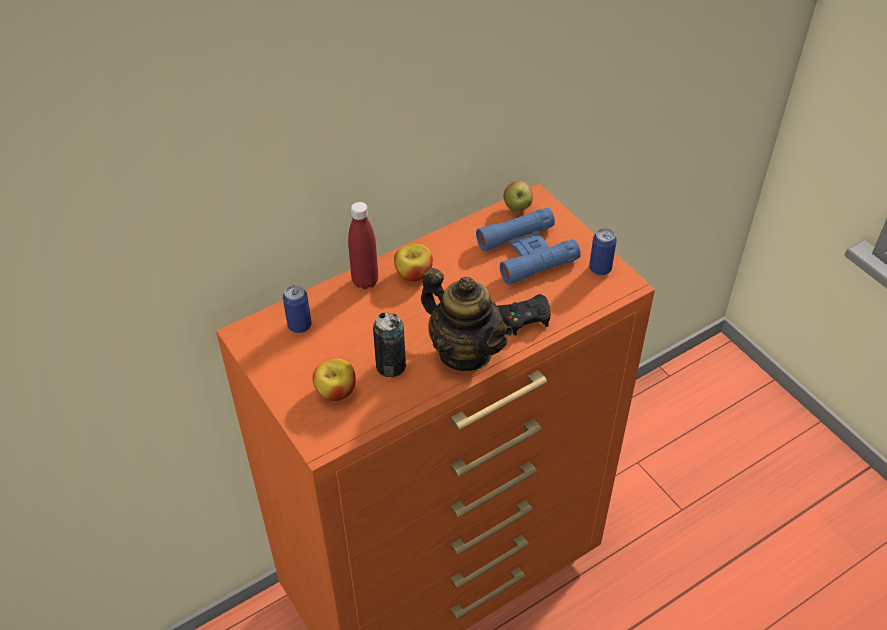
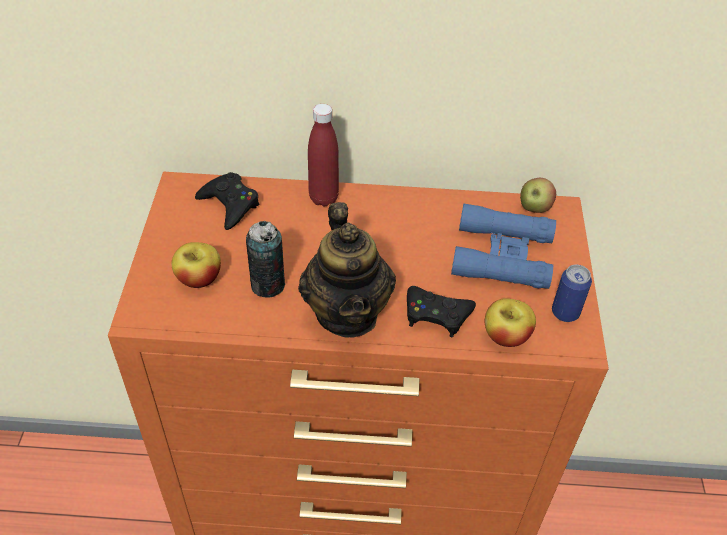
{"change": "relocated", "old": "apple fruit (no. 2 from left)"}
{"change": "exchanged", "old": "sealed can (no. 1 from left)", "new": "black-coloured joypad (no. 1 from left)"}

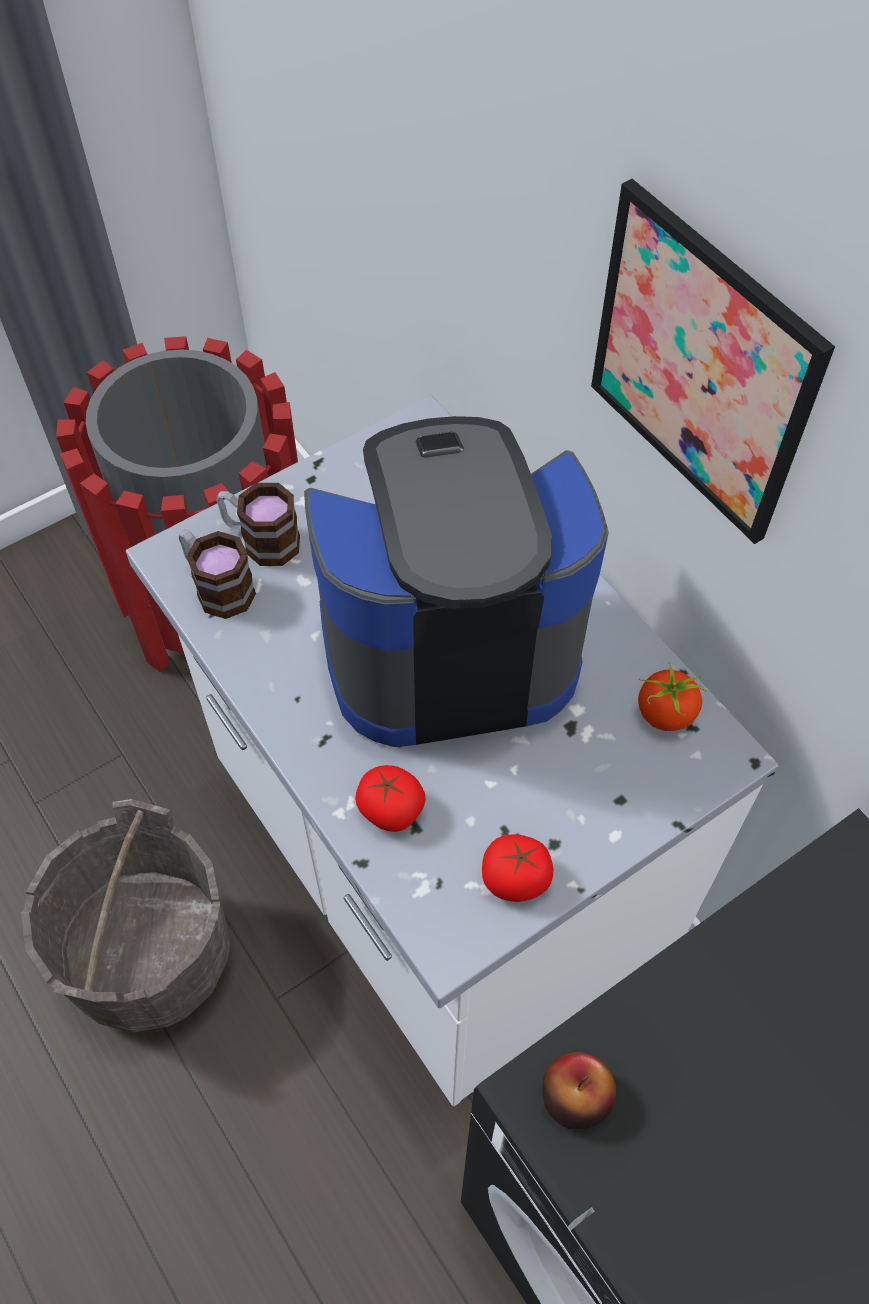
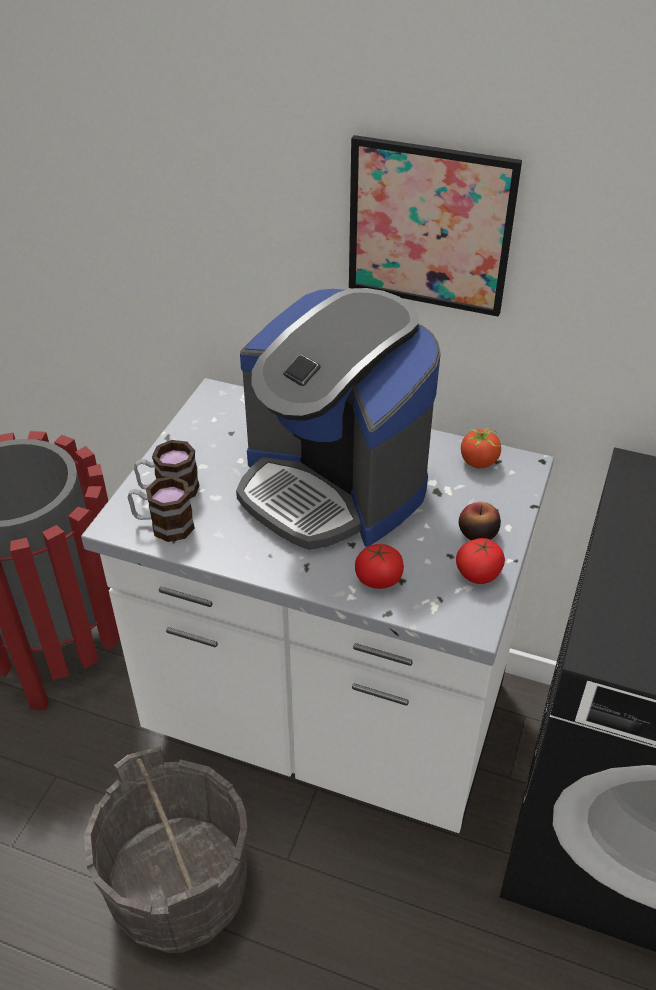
{"change": "spun", "old": "coffee machine", "degrees": -90}
{"change": "relocated", "old": "apple fruit"}

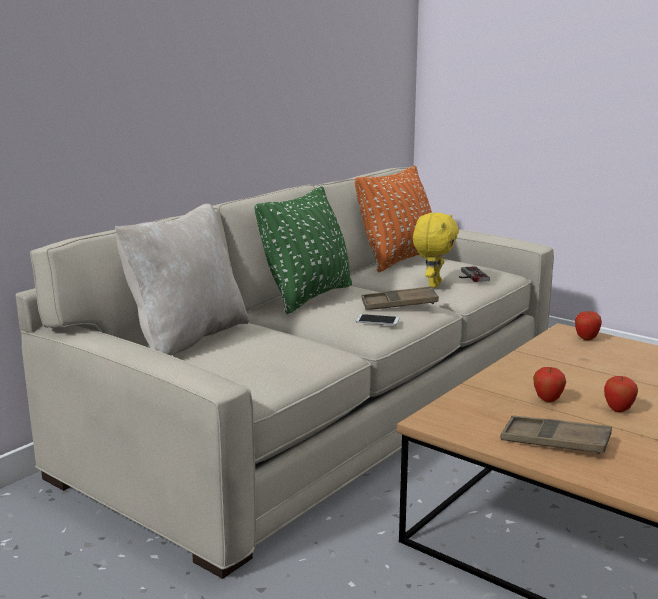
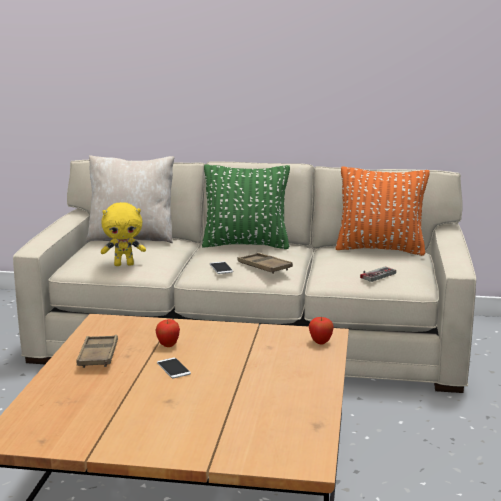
{"change": "relocated", "old": "yellowish plush toy"}
{"change": "exchanged", "old": "apple fruit (no. 3 from left)", "new": "telephone (no. 1 from left)"}

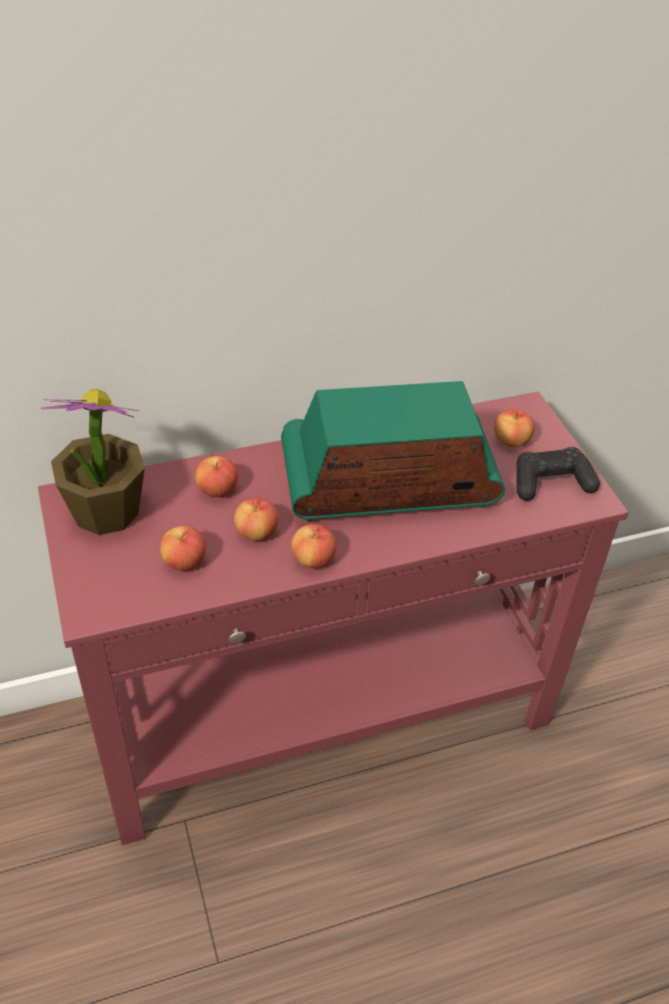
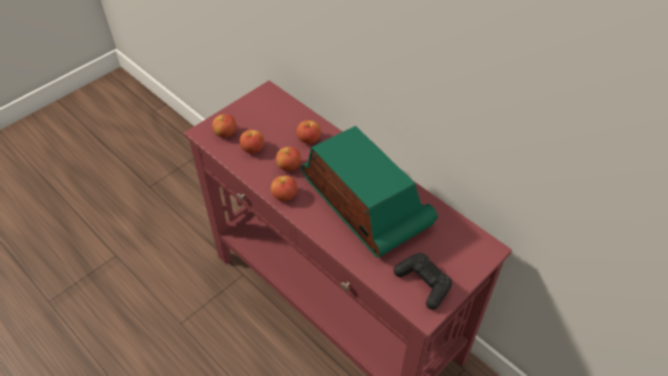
{"change": "missing", "old": "plant in a pot"}
{"change": "relocated", "old": "apple fruit (no. 5 from left in the first image)", "new": "apple fruit (no. 1 from left)"}

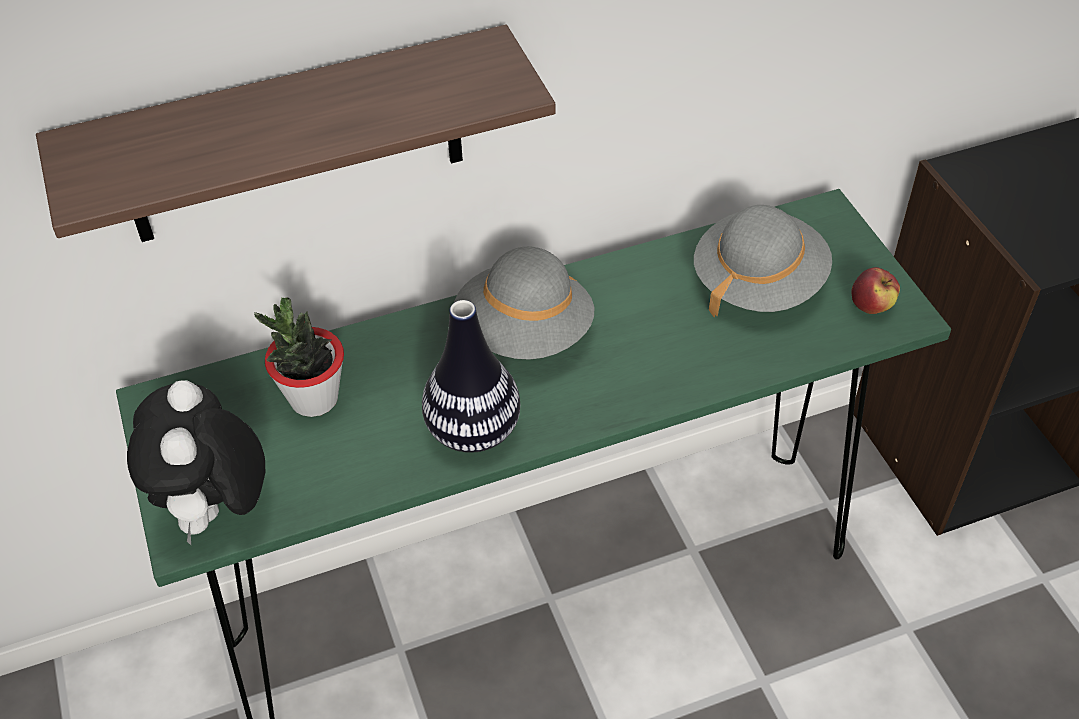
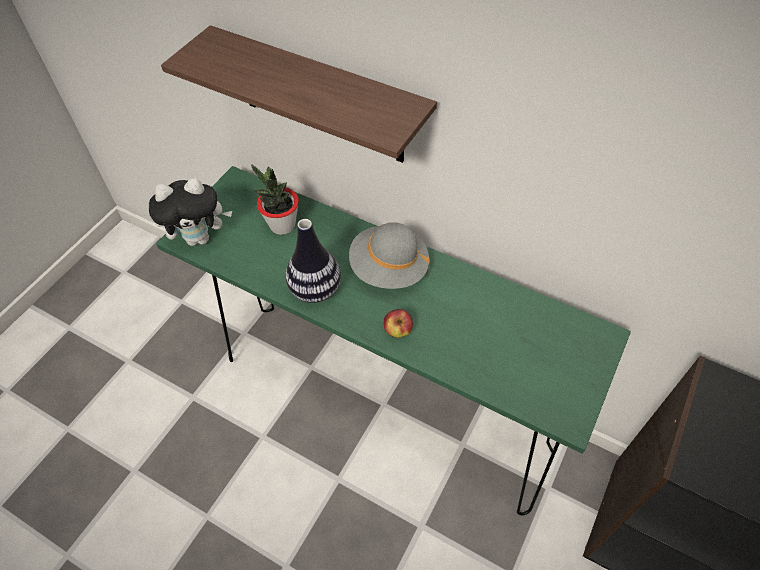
{"change": "missing", "old": "greyish clothing hat (no. 2 from left)"}
{"change": "relocated", "old": "apple fruit"}
{"change": "spun", "old": "plush toy", "degrees": -150}

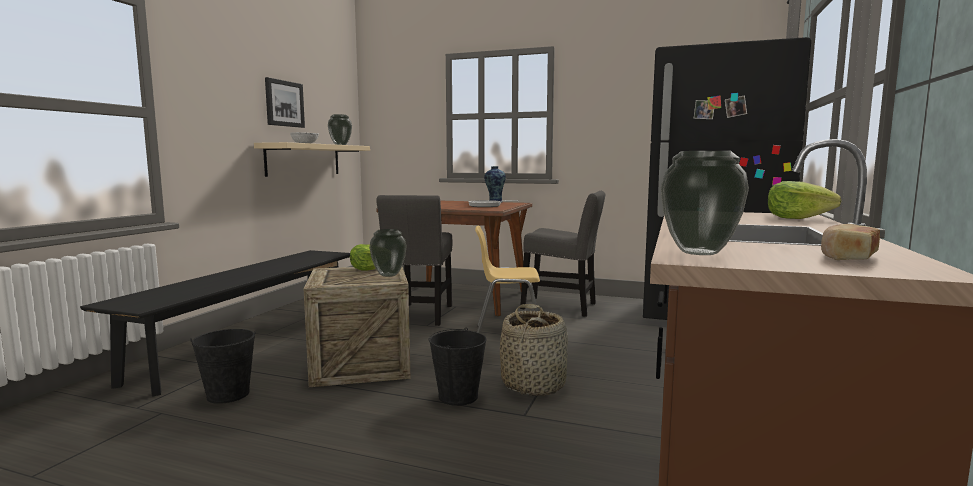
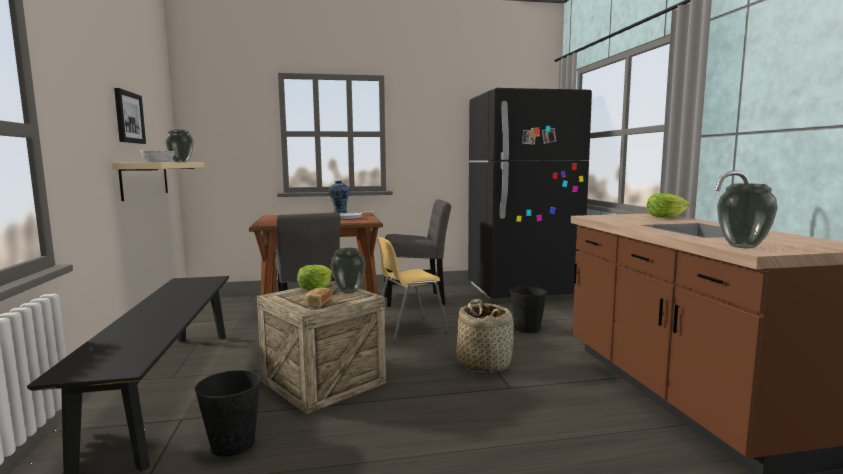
{"change": "relocated", "old": "bakery bread"}
{"change": "relocated", "old": "black-coloured bucket (no. 2 from left)"}

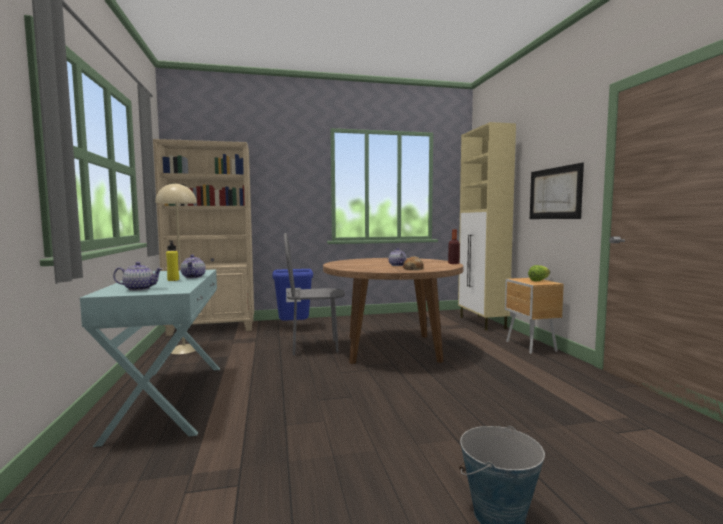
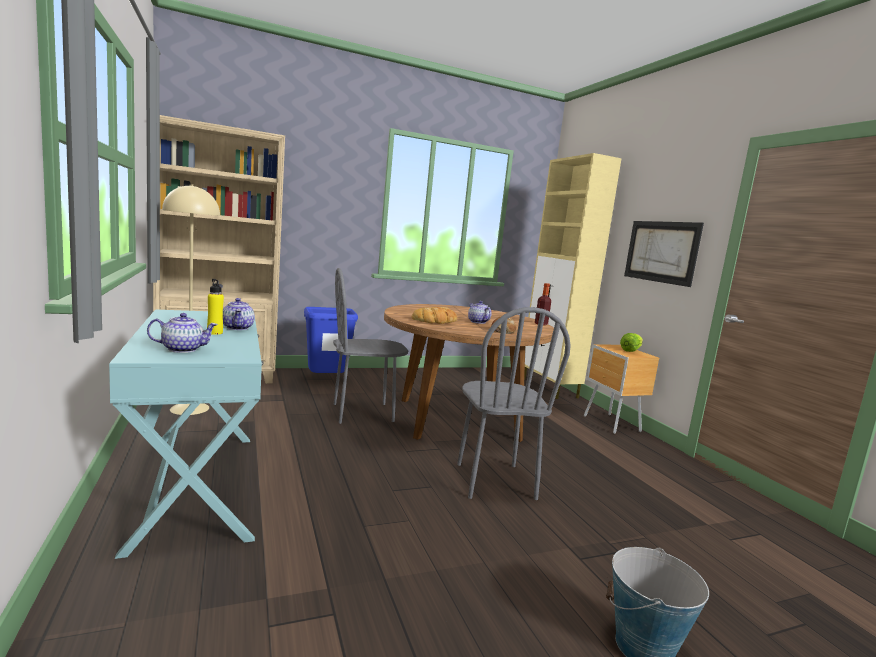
{"change": "appeared", "new": "bakery bread (no. 1 from left)"}
{"change": "appeared", "new": "greyish upright chair (no. 2 from left)"}

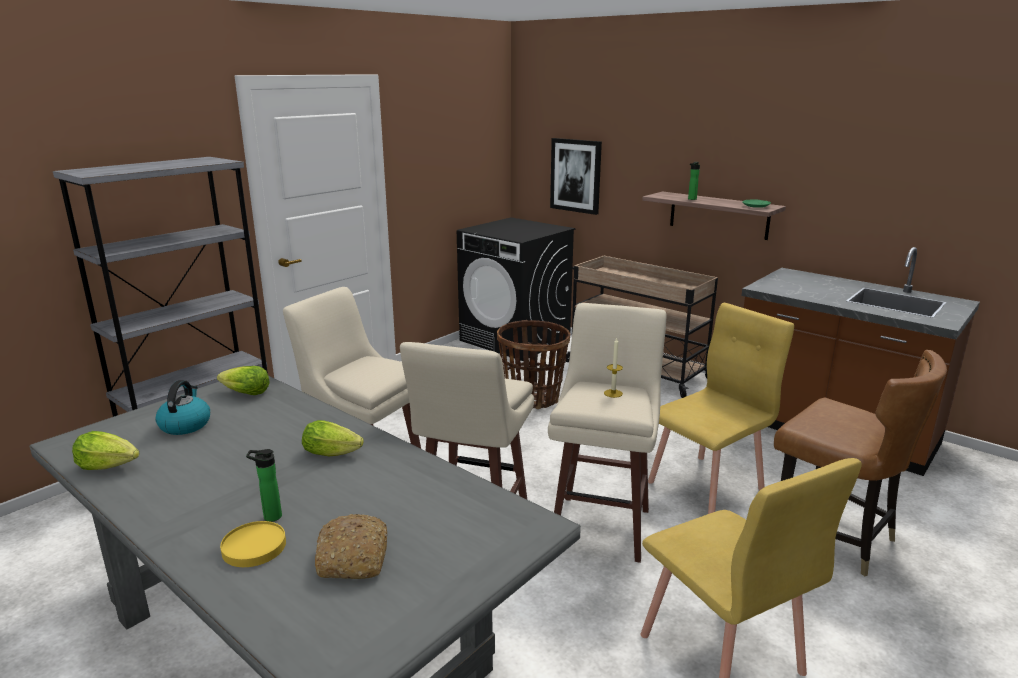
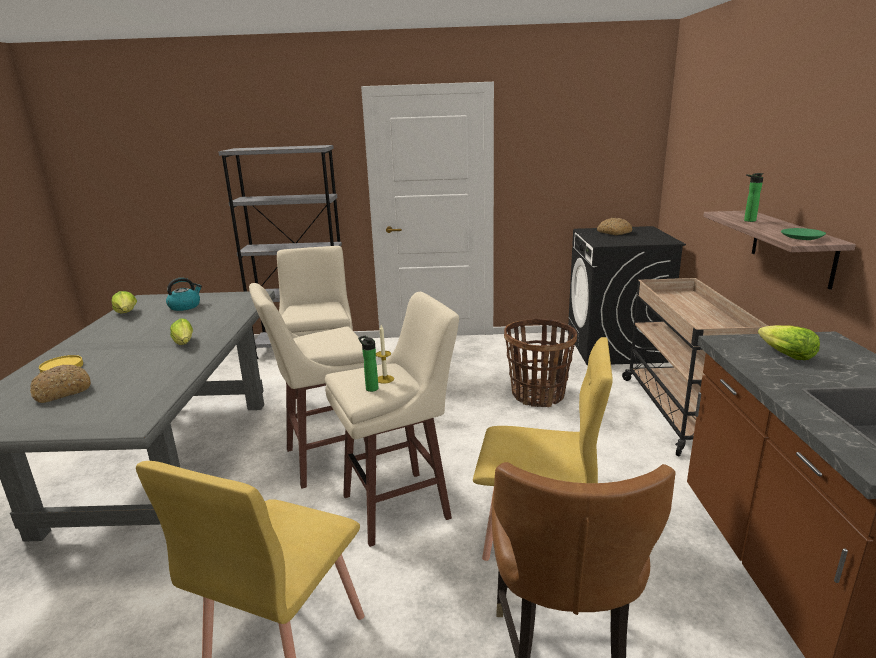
{"change": "missing", "old": "picture"}
{"change": "relocated", "old": "head of lettuce (no. 2 from left in the first image)", "new": "head of lettuce (no. 3 from left)"}
{"change": "relocated", "old": "bottle (no. 1 from left)"}
{"change": "appeared", "new": "bakery bread (no. 2 from left)"}

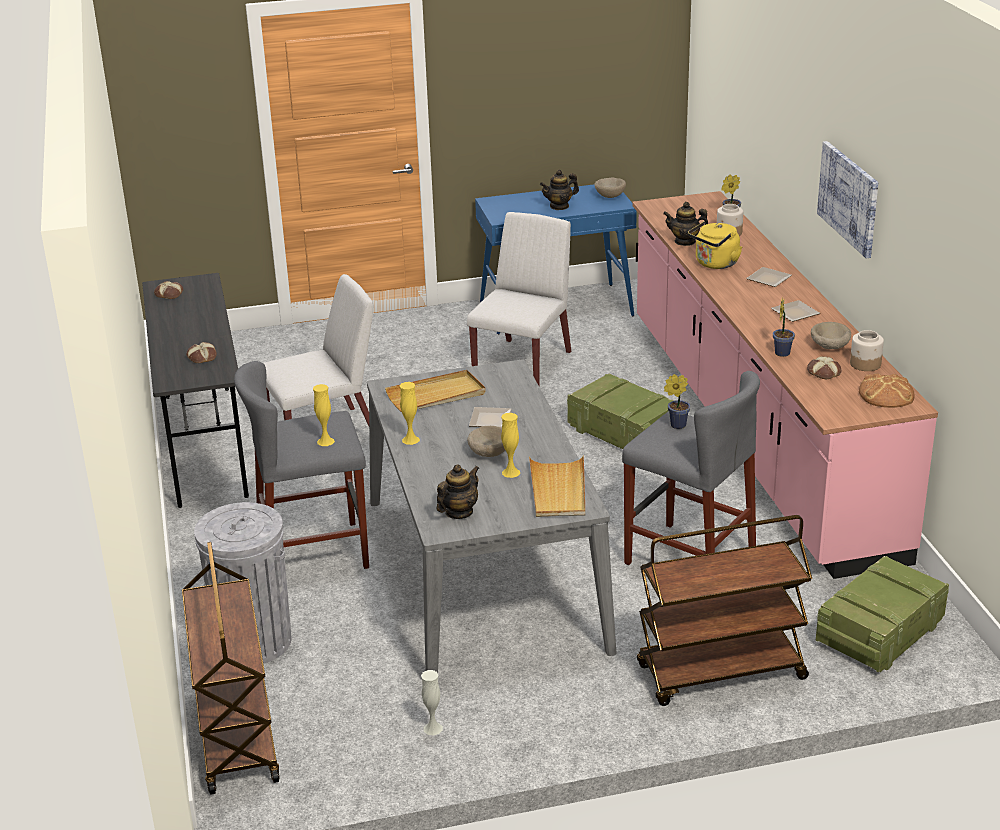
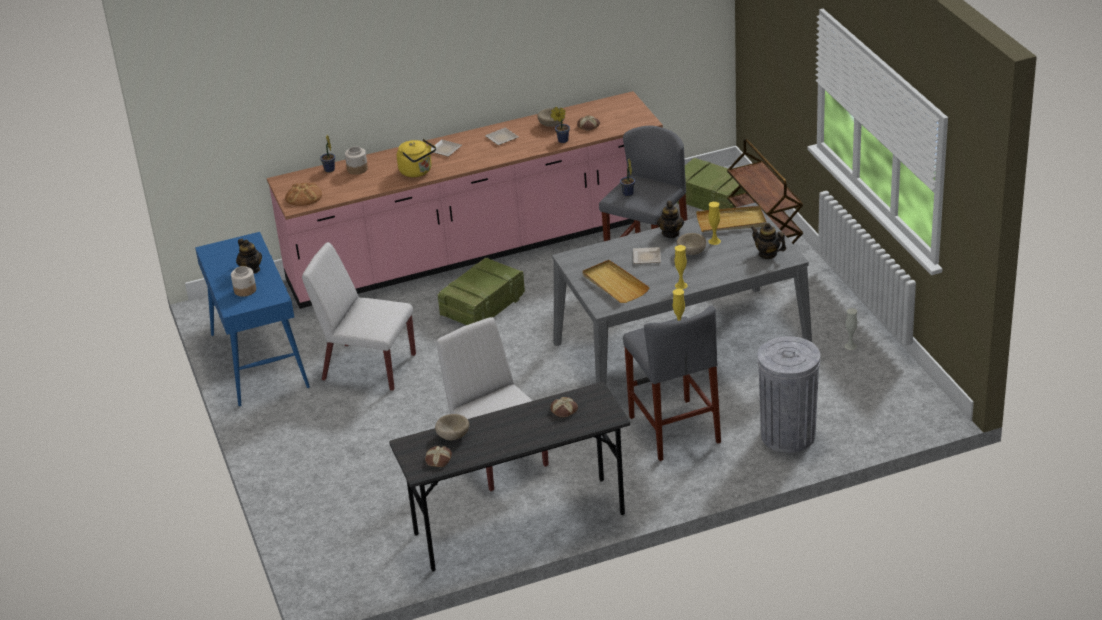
{"change": "missing", "old": "picture"}
{"change": "relocated", "old": "sand-coloured bowl (no. 2 from left in the first image)", "new": "sand-coloured bowl (no. 1 from left)"}
{"change": "relocated", "old": "tea pot (no. 3 from left in the first image)", "new": "tea pot (no. 2 from left)"}
{"change": "relocated", "old": "jar (no. 2 from left in the first image)", "new": "jar (no. 1 from left)"}
{"change": "relocated", "old": "bakery bread (no. 4 from left in the first image)", "new": "bakery bread (no. 1 from left)"}
{"change": "missing", "old": "brownish cart (no. 1 from left)"}

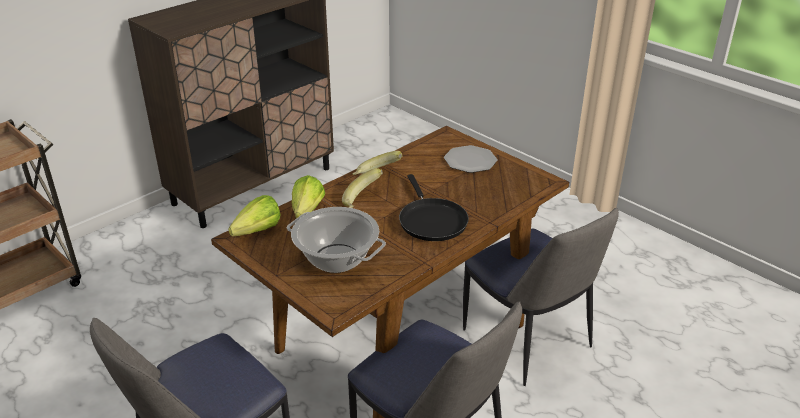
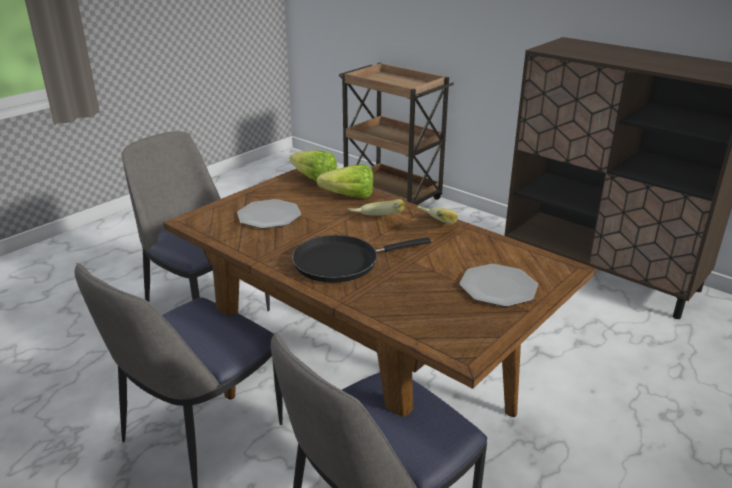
{"change": "exchanged", "old": "saucepot", "new": "plate (no. 1 from left)"}

